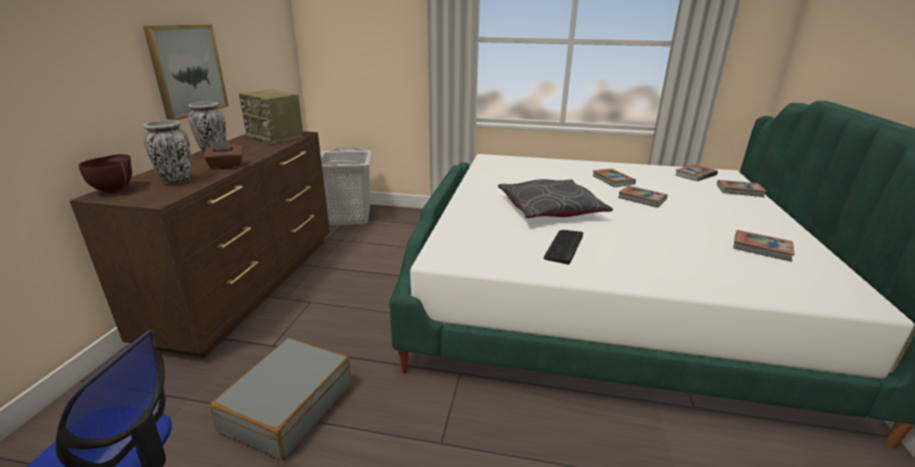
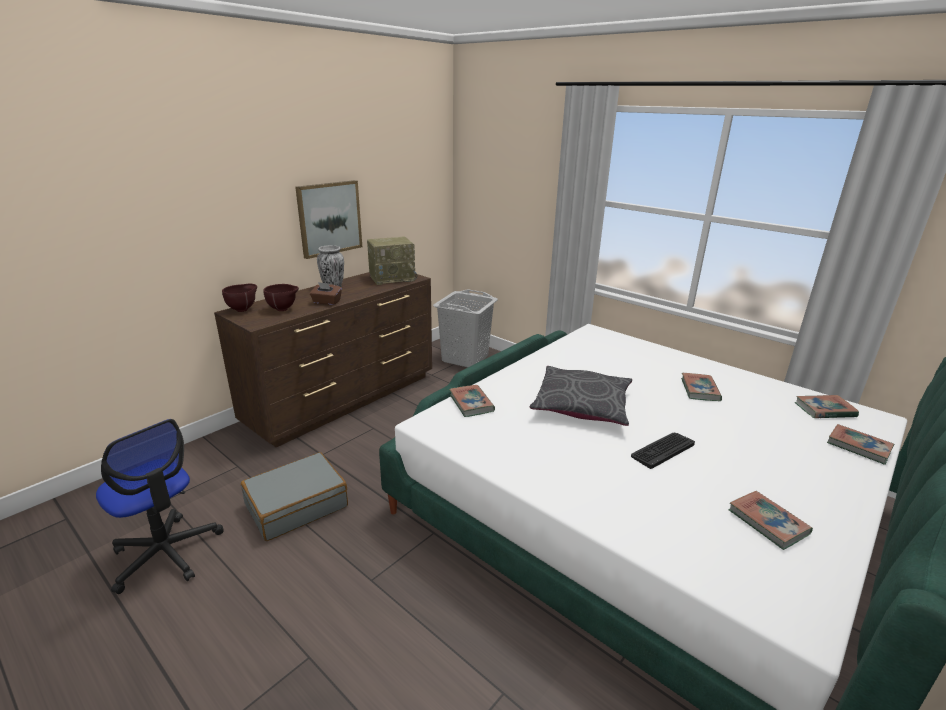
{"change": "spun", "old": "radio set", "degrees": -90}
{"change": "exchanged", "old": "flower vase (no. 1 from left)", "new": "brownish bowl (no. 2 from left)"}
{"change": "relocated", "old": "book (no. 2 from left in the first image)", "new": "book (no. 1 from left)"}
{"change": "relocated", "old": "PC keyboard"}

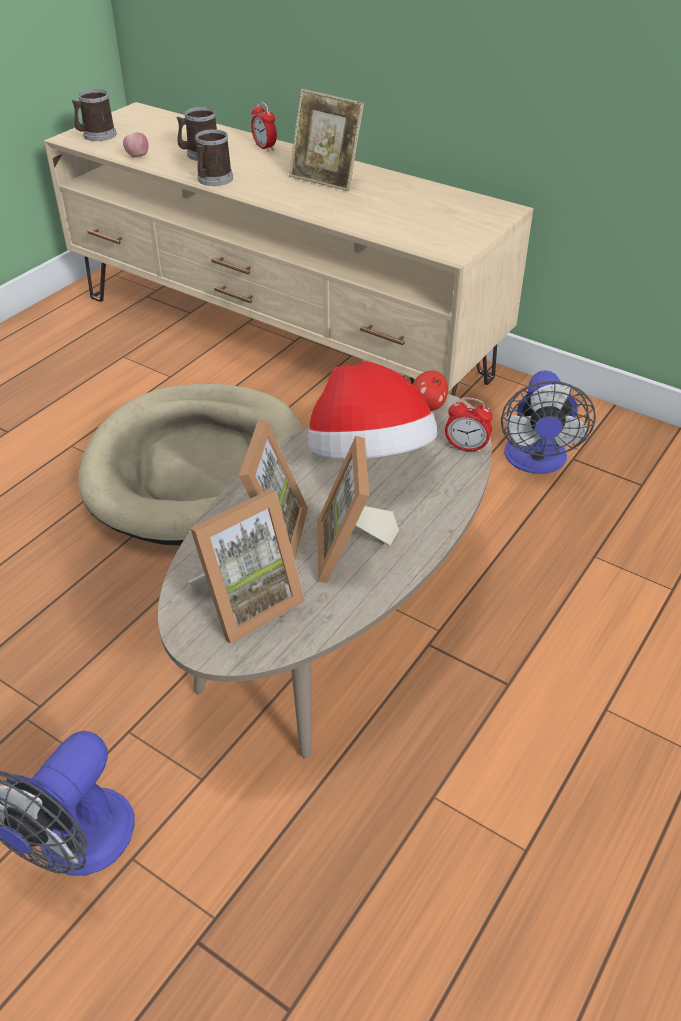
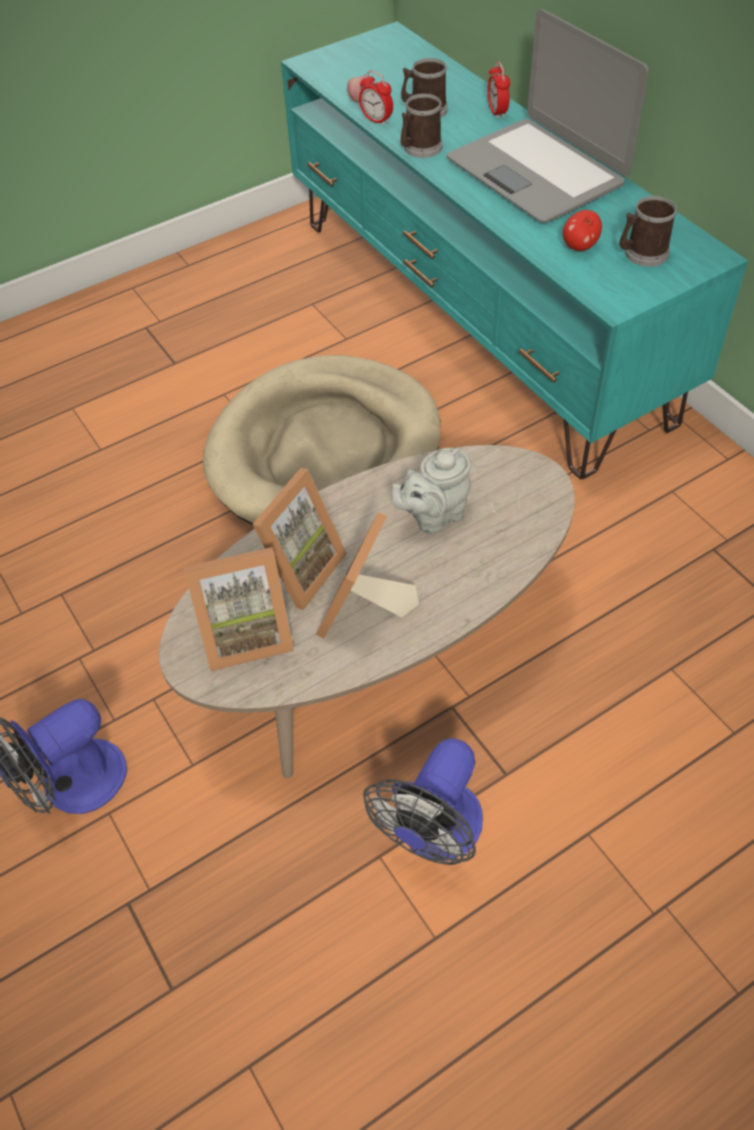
{"change": "relocated", "old": "coffee mug (no. 1 from left in the first image)", "new": "coffee mug (no. 3 from left)"}
{"change": "exchanged", "old": "picture frame (no. 3 from left)", "new": "laptop"}
{"change": "colour", "old": "sand-coloured media console", "new": "turquoise-coloured media console"}
{"change": "exchanged", "old": "clothing hat", "new": "greyish tea pot"}
{"change": "relocated", "old": "apple fruit (no. 2 from left)"}
{"change": "relocated", "old": "electric fan (no. 2 from left)"}
{"change": "relocated", "old": "bedside clock (no. 2 from left in the first image)", "new": "bedside clock (no. 1 from left)"}

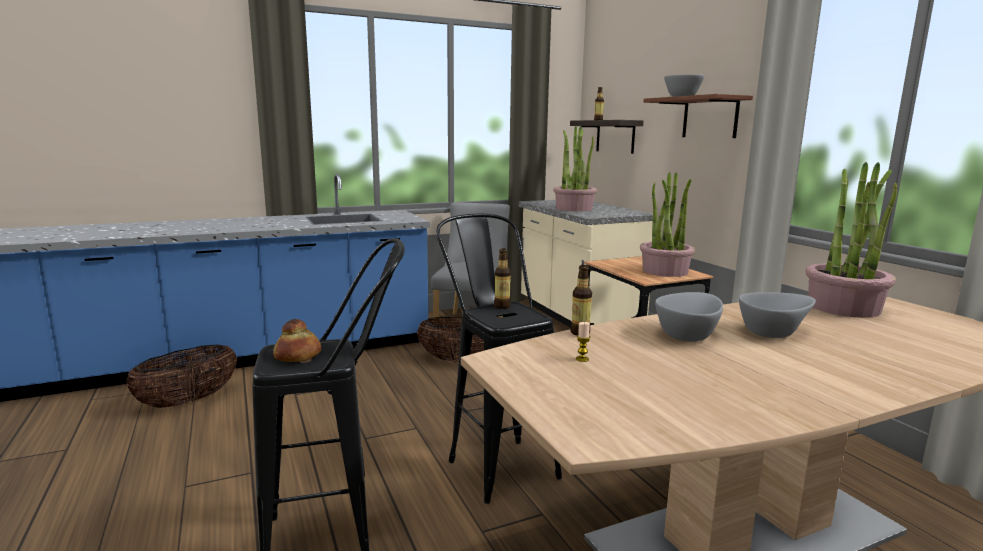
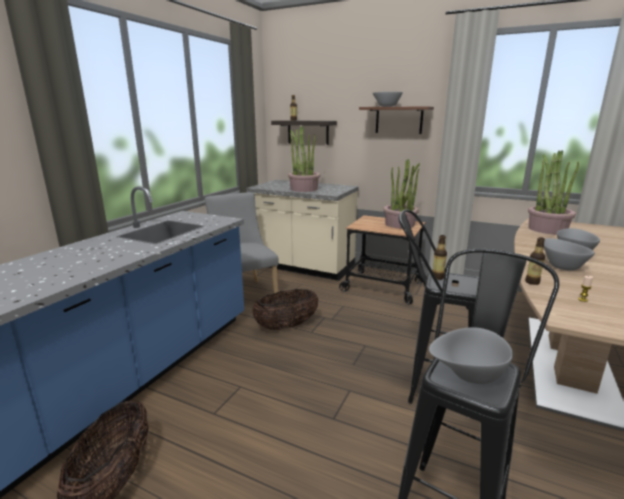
{"change": "exchanged", "old": "bakery bread", "new": "greyish bowl (no. 2 from left)"}

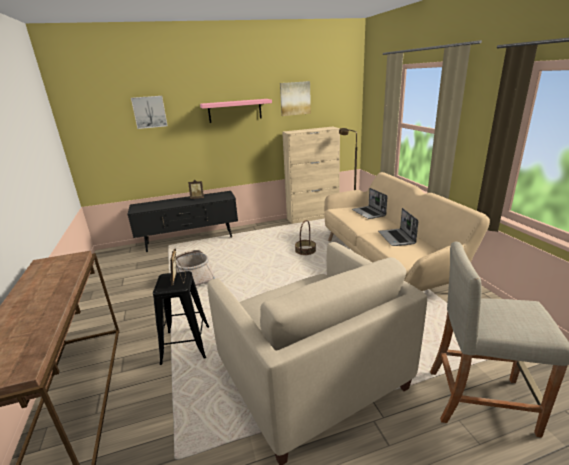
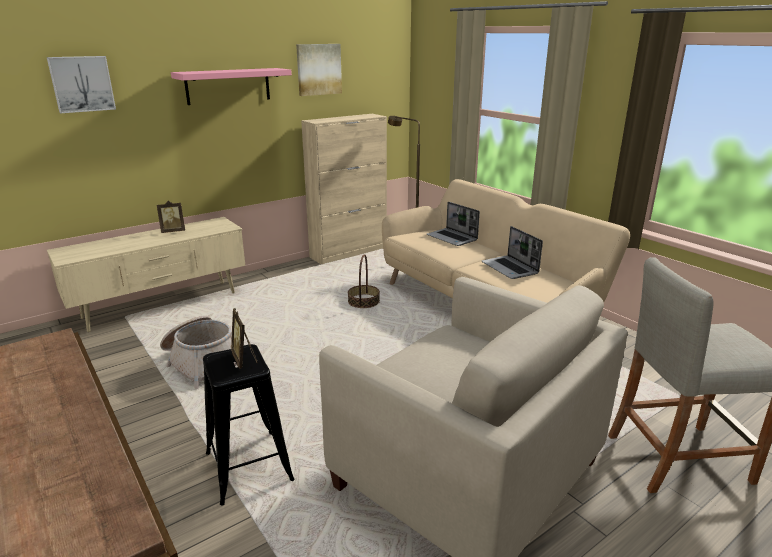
{"change": "colour", "old": "black-coloured media console", "new": "sand-coloured media console"}

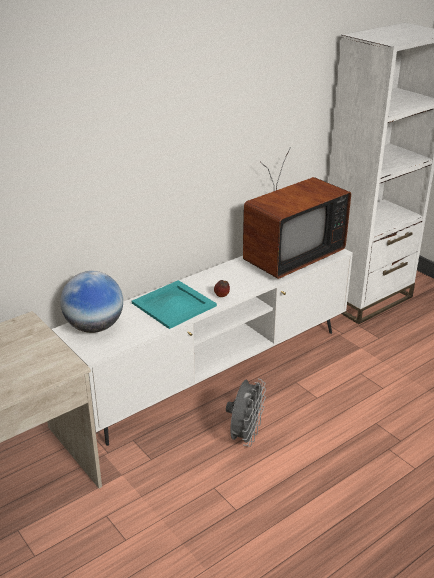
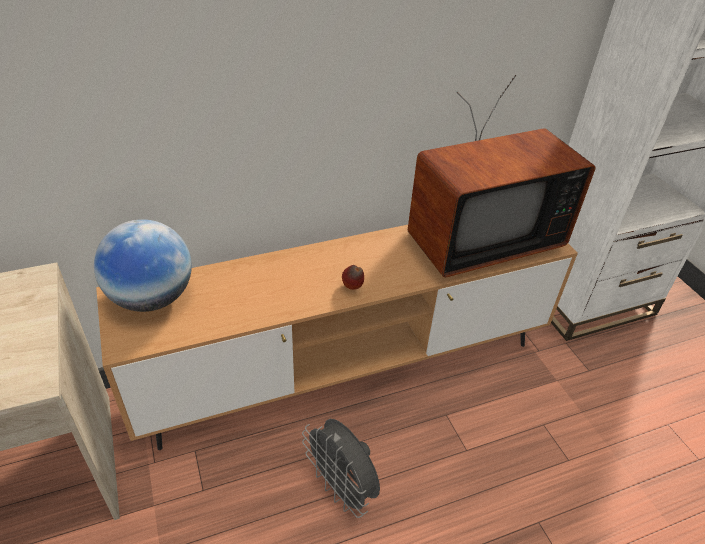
{"change": "colour", "old": "whitish media console", "new": "brownish media console"}
{"change": "missing", "old": "turquoise-coloured tray"}
{"change": "spun", "old": "greyish electric fan", "degrees": 105}

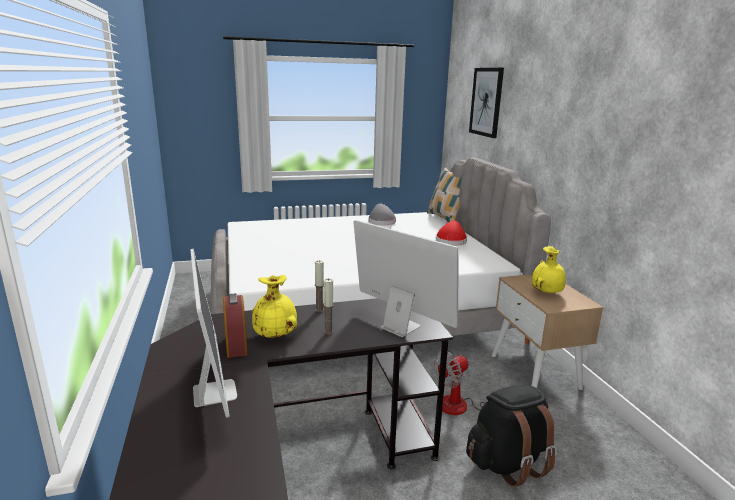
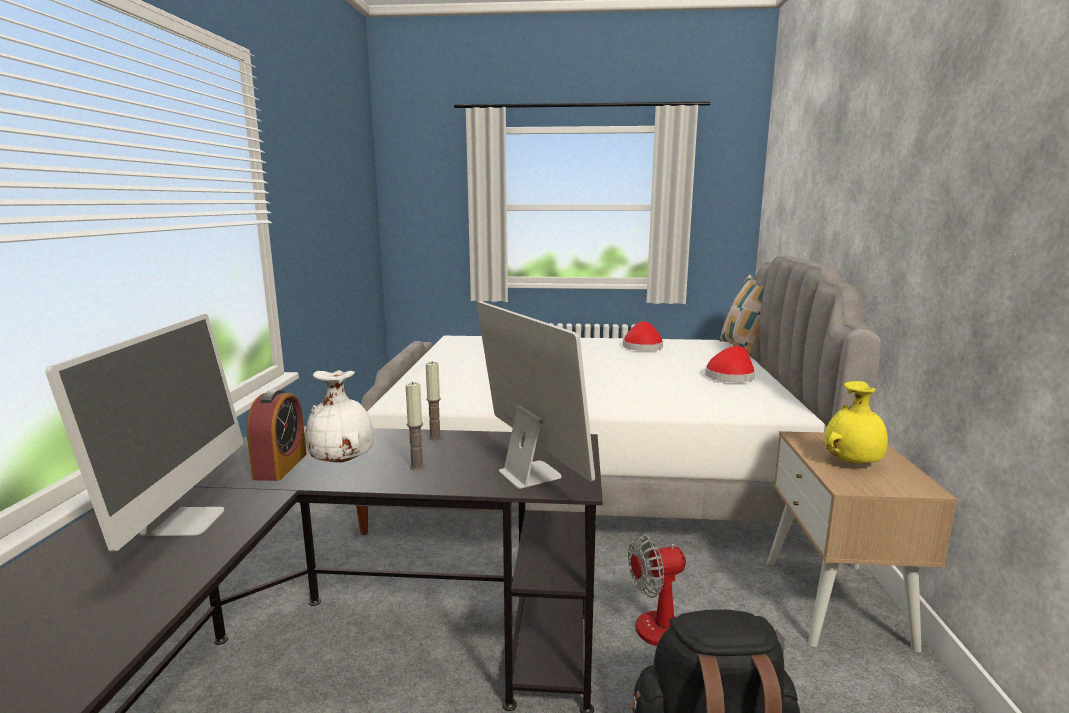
{"change": "missing", "old": "picture"}
{"change": "colour", "old": "greyish clothing hat", "new": "red clothing hat (no. 1 from left)"}
{"change": "colour", "old": "yellowish flower vase (no. 1 from left)", "new": "whitish flower vase"}

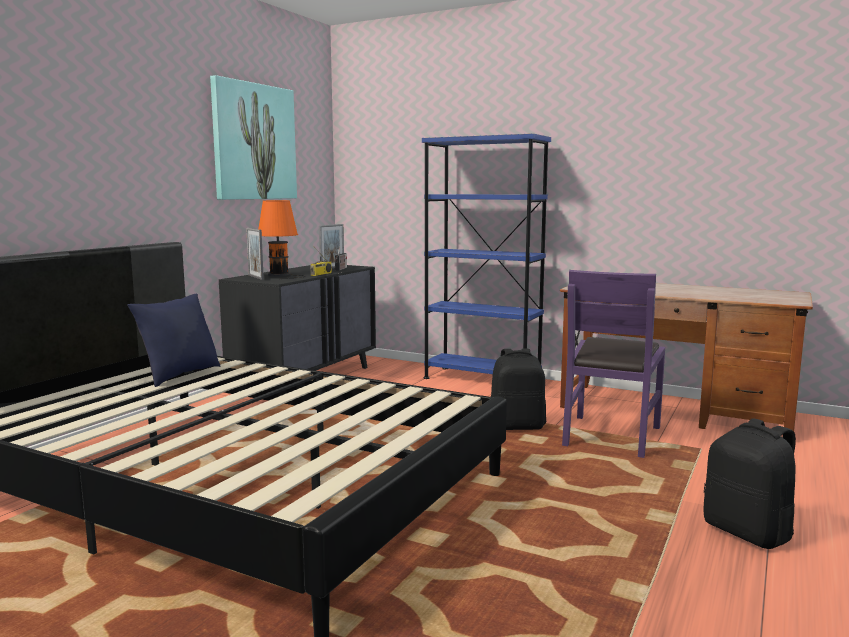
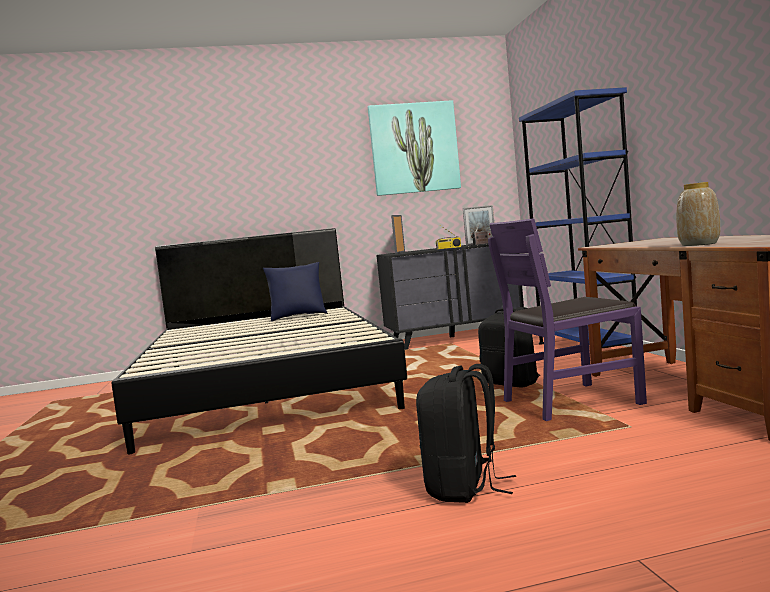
{"change": "missing", "old": "orange-coloured lamp for a table"}
{"change": "appeared", "new": "flower vase"}

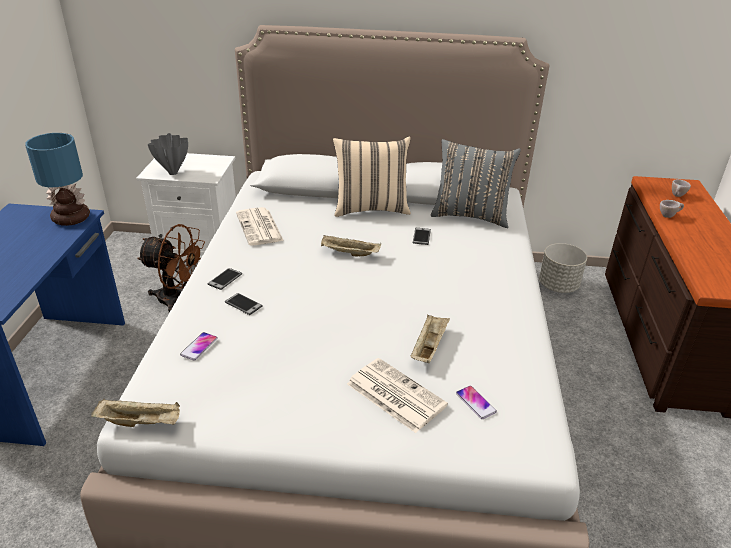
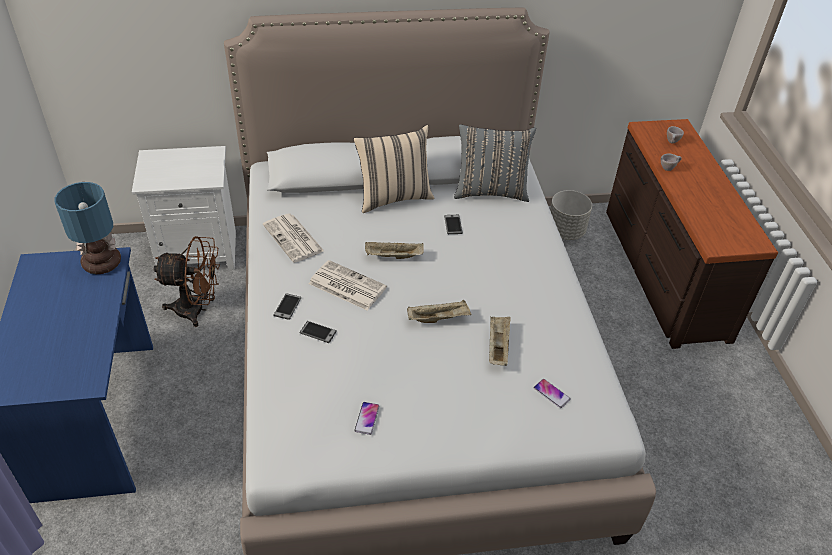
{"change": "missing", "old": "greyish flower vase"}
{"change": "relocated", "old": "telephone (no. 1 from left in the first image)", "new": "telephone (no. 3 from left)"}
{"change": "relocated", "old": "daily paper (no. 2 from left)"}
{"change": "relocated", "old": "sand-coloured tray (no. 1 from left in the first image)", "new": "sand-coloured tray (no. 2 from left)"}

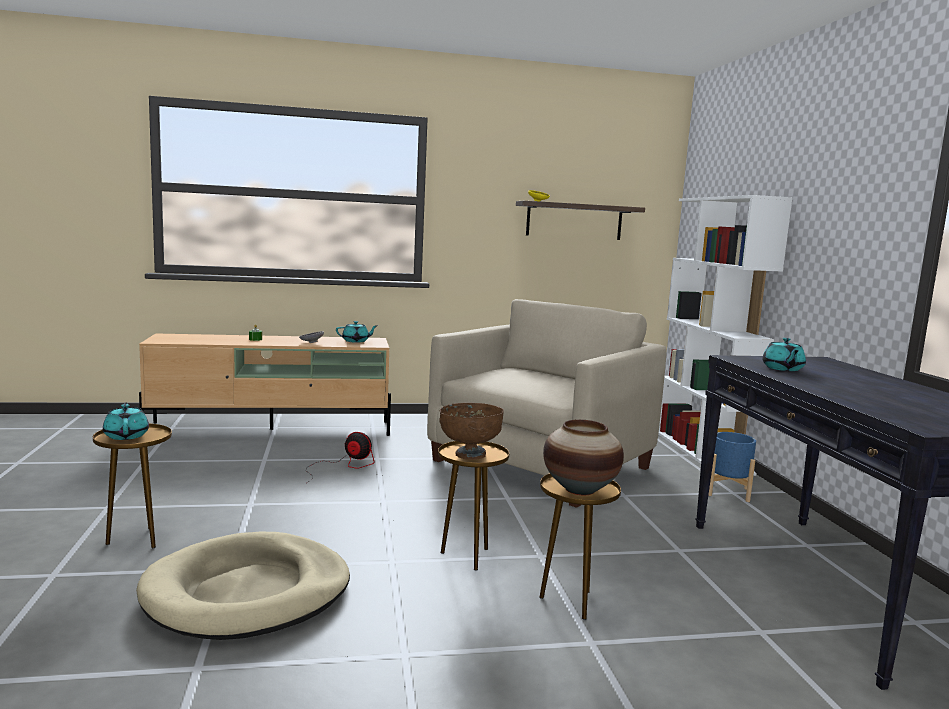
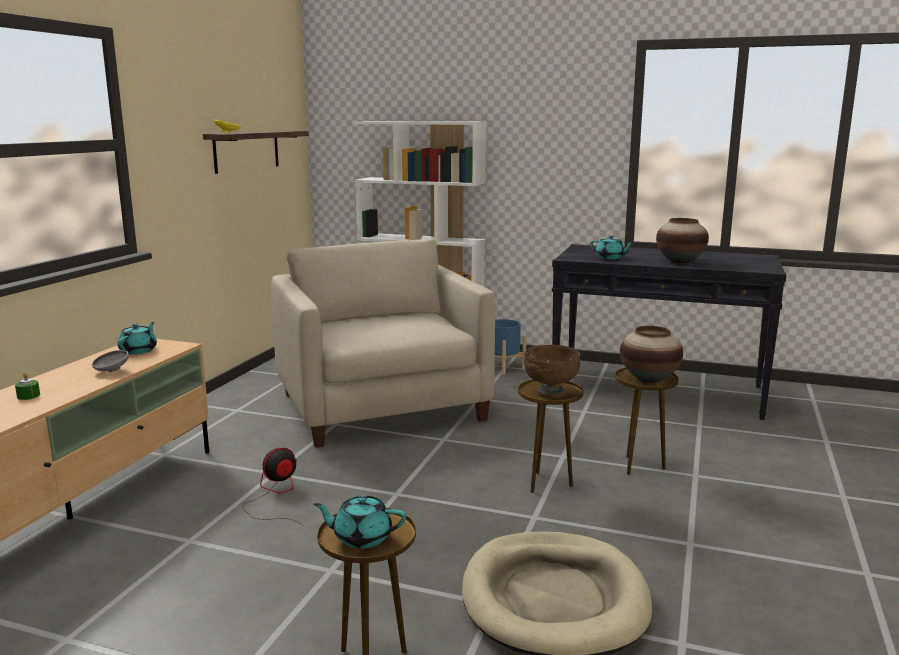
{"change": "appeared", "new": "flower vase (no. 2 from left)"}

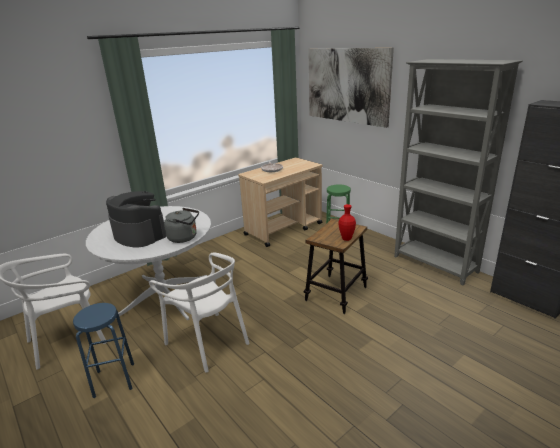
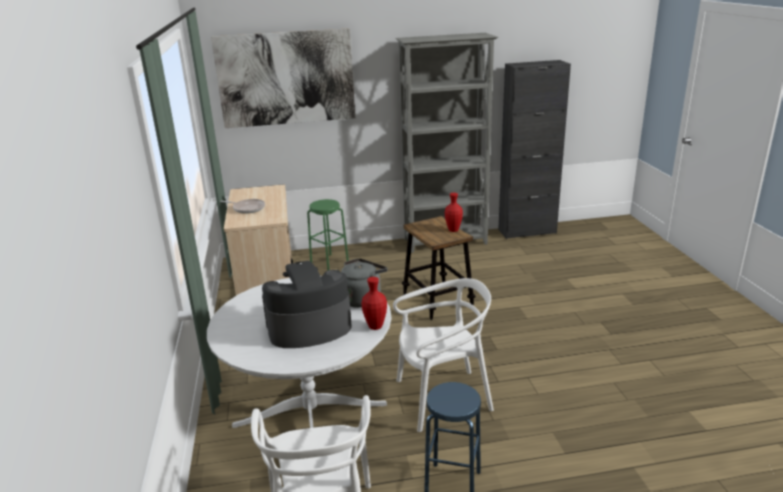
{"change": "appeared", "new": "red flower vase (no. 1 from left)"}

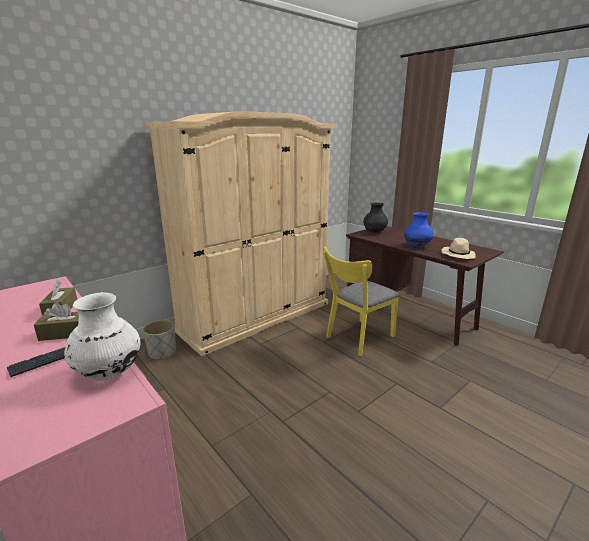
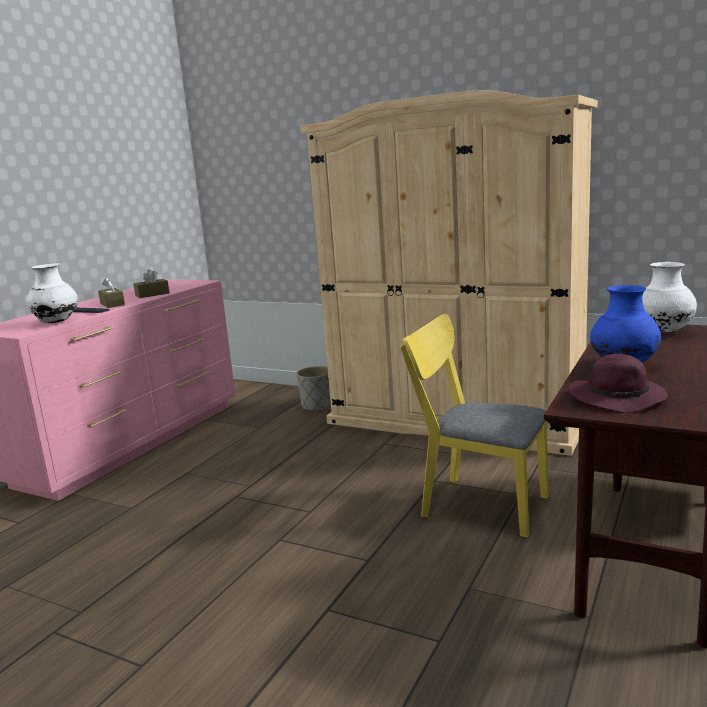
{"change": "colour", "old": "black-coloured flower vase", "new": "whitish flower vase (no. 2 from left)"}
{"change": "colour", "old": "sand-coloured clothing hat", "new": "purple clothing hat"}

